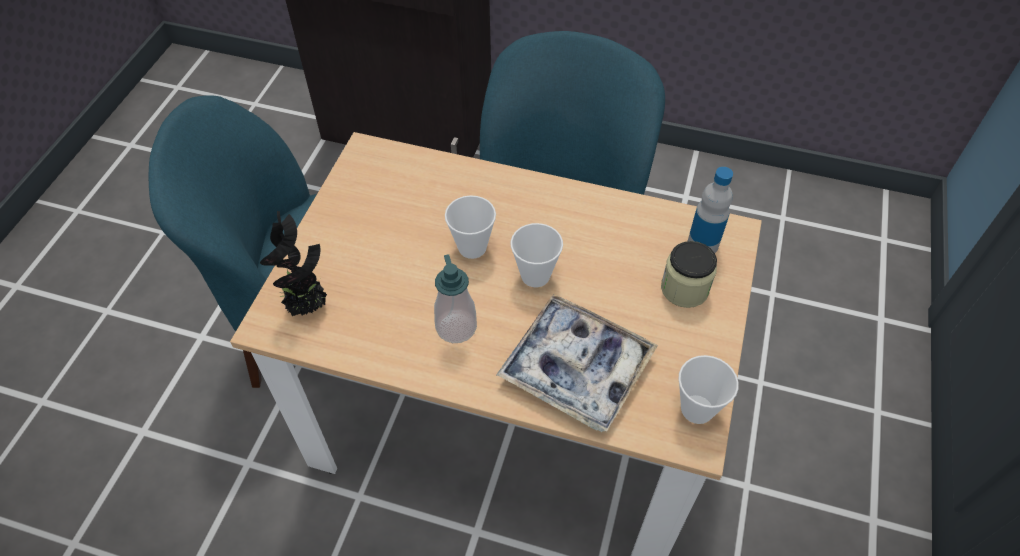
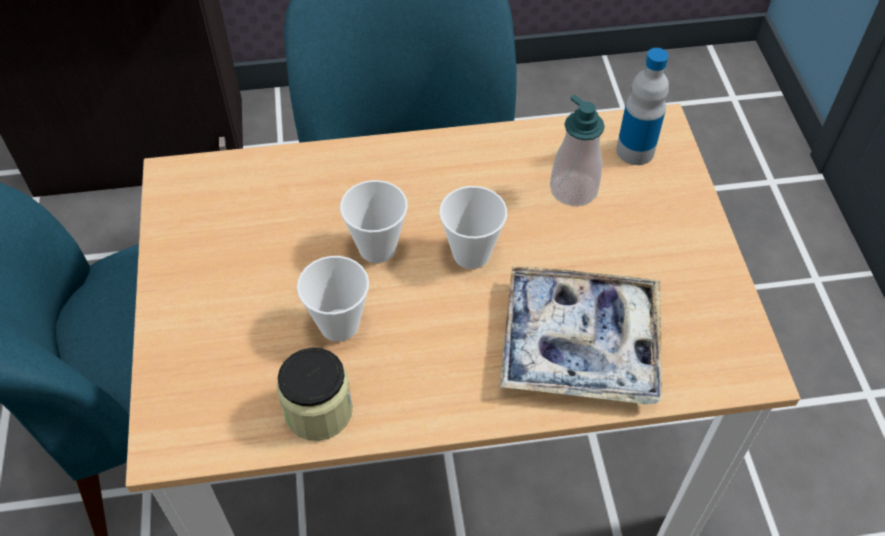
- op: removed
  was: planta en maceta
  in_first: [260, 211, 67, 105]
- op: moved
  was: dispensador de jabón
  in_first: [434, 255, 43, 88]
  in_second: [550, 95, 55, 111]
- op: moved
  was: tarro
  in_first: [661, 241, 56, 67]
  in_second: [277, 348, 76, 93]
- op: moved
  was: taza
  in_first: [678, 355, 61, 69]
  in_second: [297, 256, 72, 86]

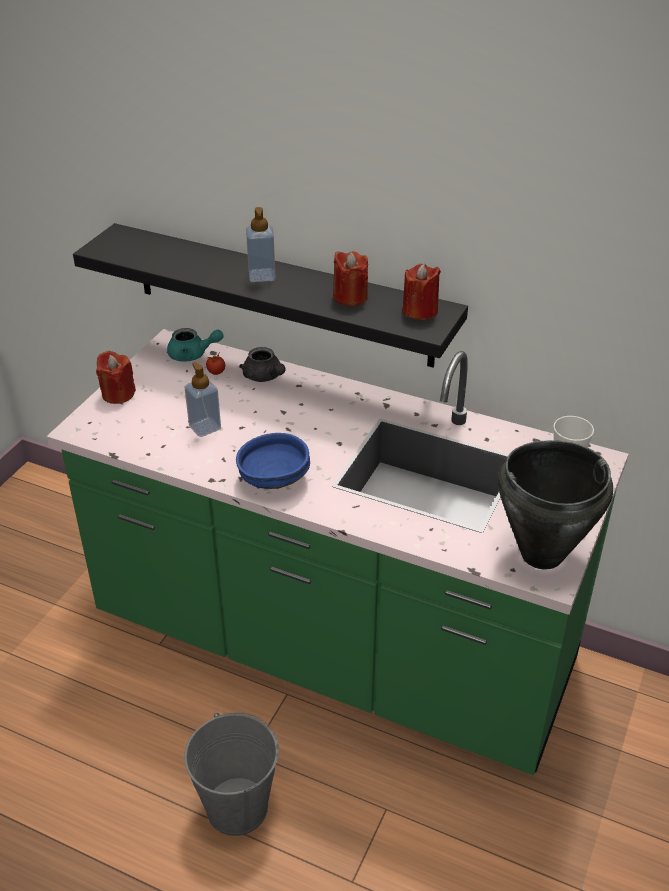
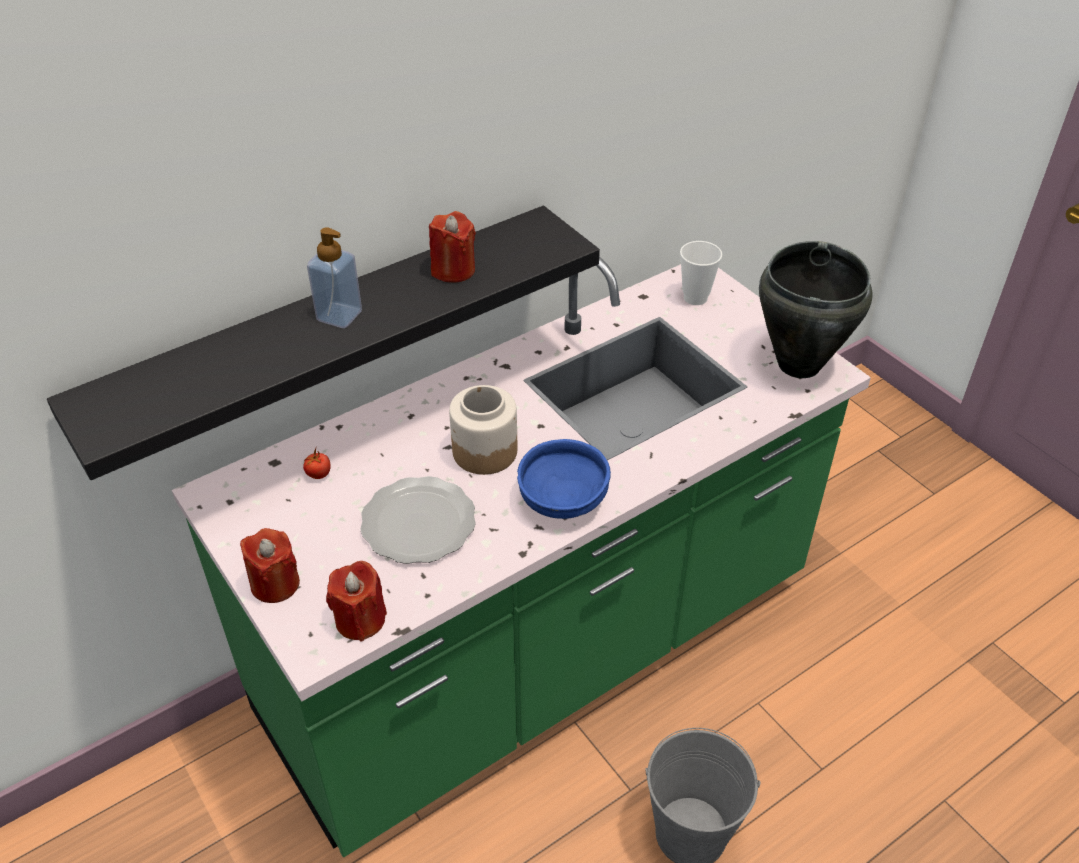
- op: removed
  was: tetera/turquesa
  in_first: [167, 328, 56, 34]
- op: replaced
  was: dispensador de jabón
  now: plato
  in_first: [184, 362, 37, 75]
  in_second: [360, 476, 116, 88]
- op: removed
  was: tetera/gris
  in_first: [239, 347, 46, 35]
- op: moved
  was: vela/rojo
  in_first: [403, 264, 38, 56]
  in_second: [326, 561, 61, 81]
- op: added
  now: tarro
  in_second: [449, 385, 69, 90]

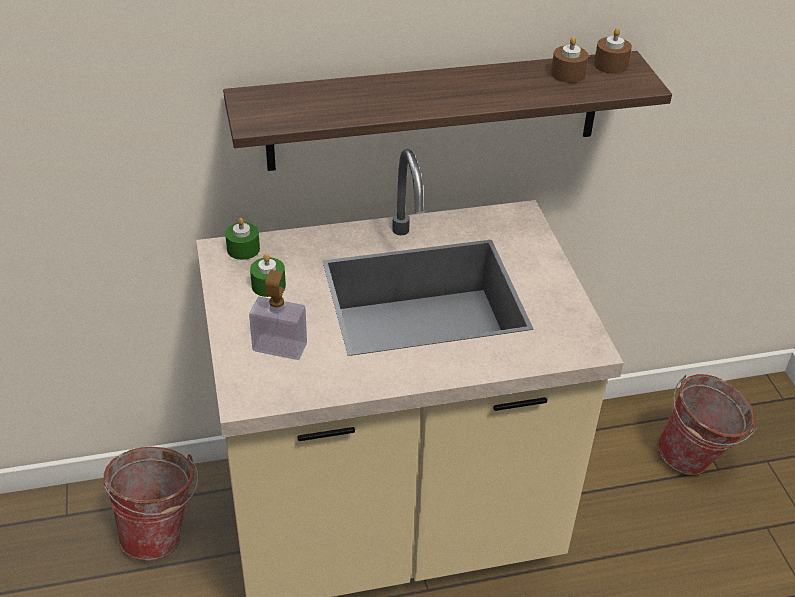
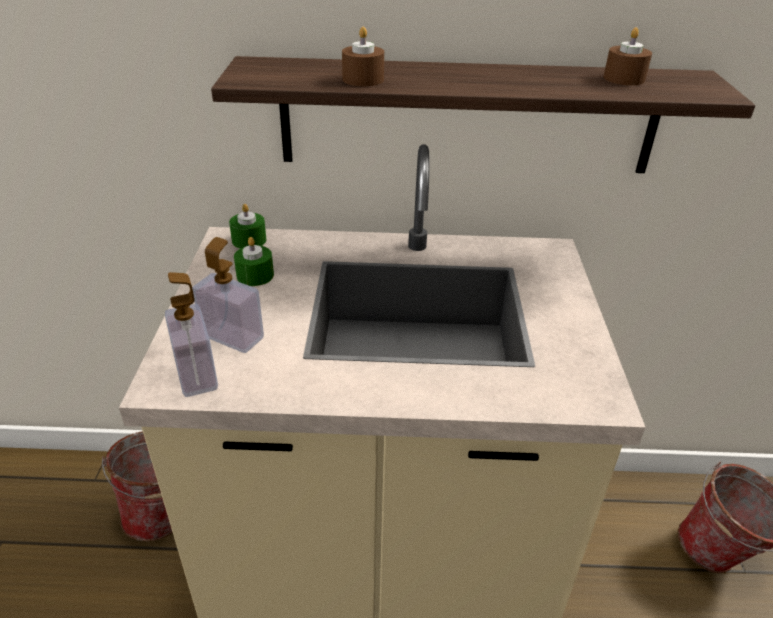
- op: moved
  was: vela/marrón
  in_first: [594, 28, 38, 46]
  in_second: [342, 27, 42, 59]
- op: added
  now: dispensador de jabón
  in_second: [165, 272, 53, 125]

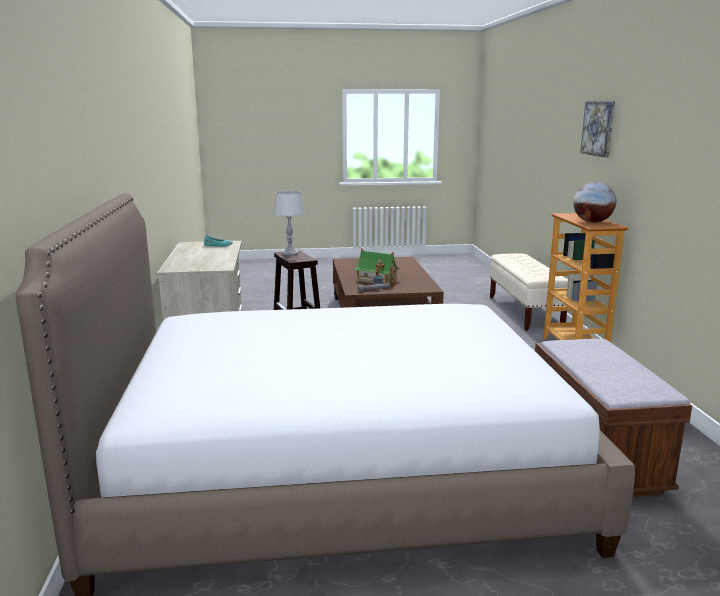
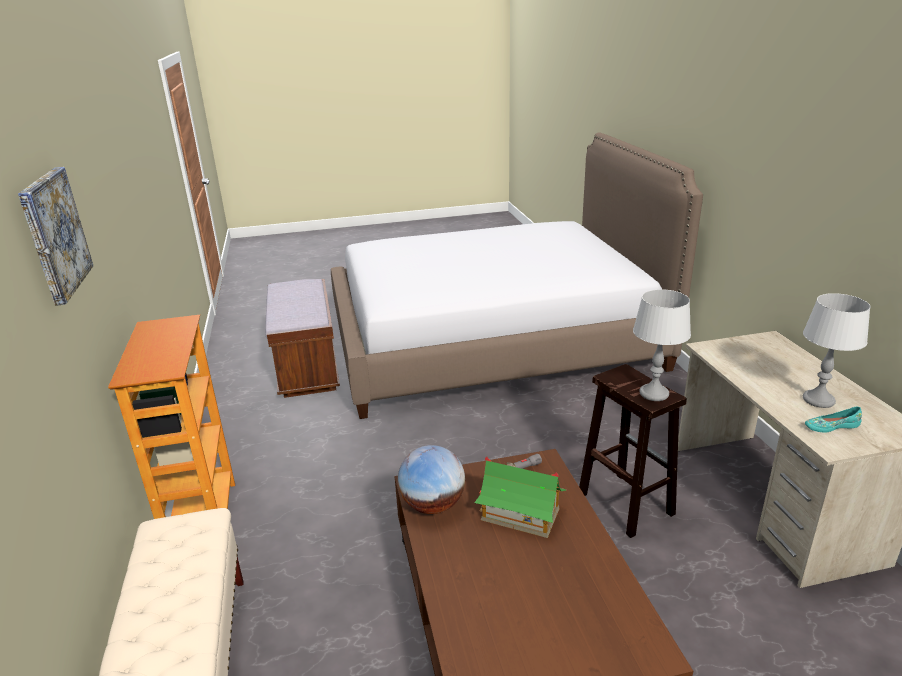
- op: moved
  was: globo terráqueo
  in_first: [574, 182, 42, 41]
  in_second: [398, 445, 67, 69]
- op: added
  now: lámpara de mesa/gris
  in_second: [803, 293, 68, 115]

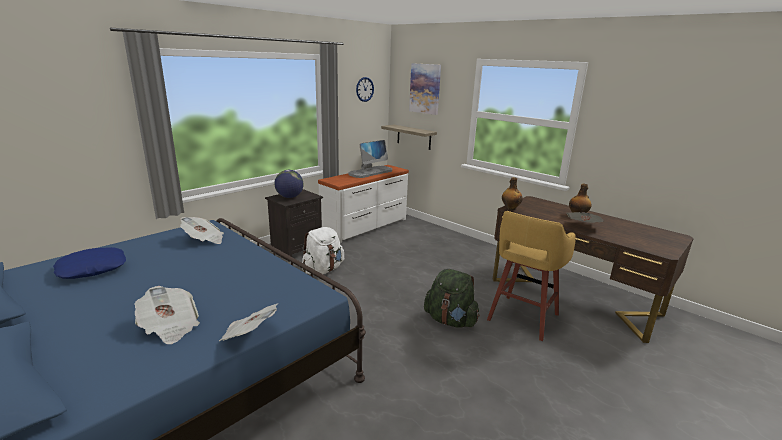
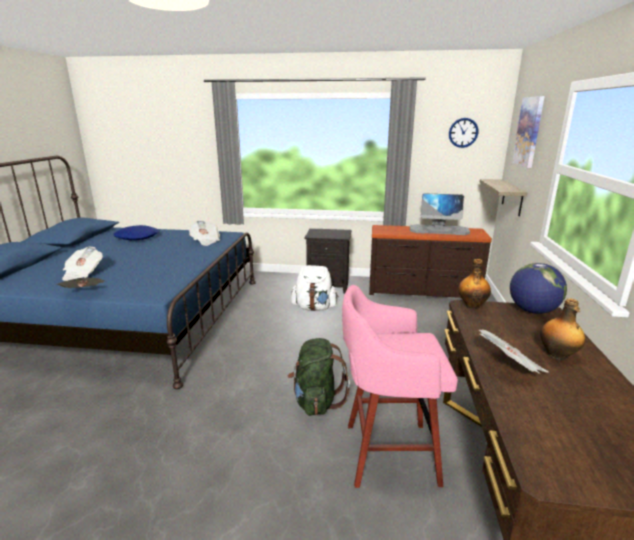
- op: moved
  was: globo terráqueo
  in_first: [274, 170, 30, 28]
  in_second: [510, 263, 57, 51]
- op: recoloured
  was: cómoda/blanco
  now: cómoda/marrón
  in_first: [318, 165, 91, 78]
  in_second: [369, 225, 123, 73]
- op: recoloured
  was: taburete/amarillo
  now: taburete/rosa
  in_first: [487, 211, 89, 130]
  in_second: [342, 285, 116, 203]

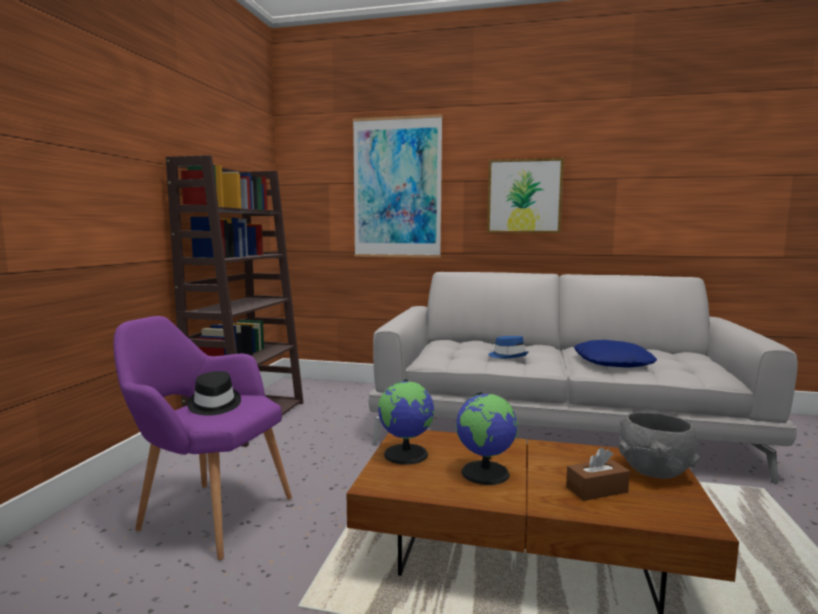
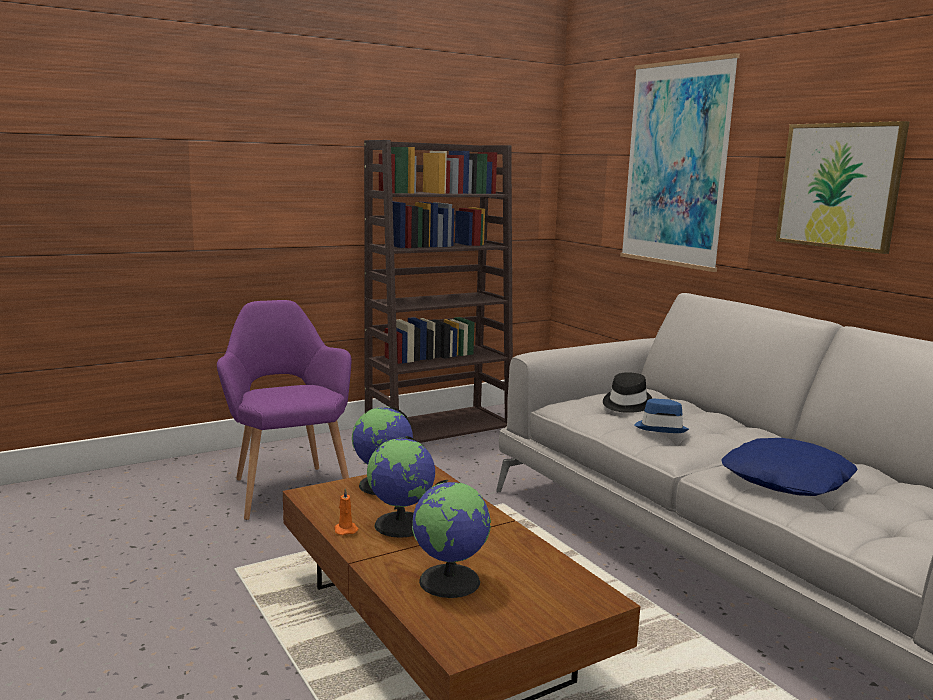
- op: moved
  was: sombrero/negro
  in_first: [187, 371, 54, 45]
  in_second: [603, 372, 49, 41]
- op: replaced
  was: caja de pañuelos/marrón
  now: globo terráqueo
  in_first: [566, 447, 64, 54]
  in_second: [412, 480, 79, 118]
- op: removed
  was: cuenco/gris
  in_first: [619, 412, 81, 67]
- op: added
  now: vela/naranja
  in_second: [334, 488, 24, 47]

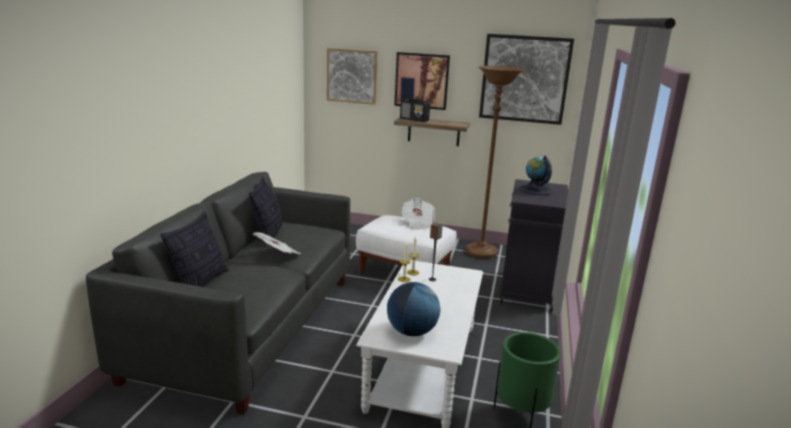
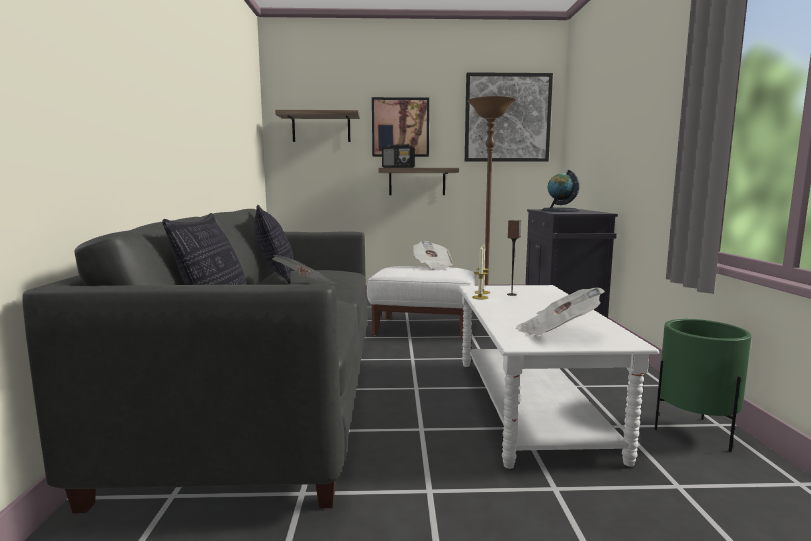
- op: replaced
  was: cuadro
  now: estante
  in_first: [327, 48, 51, 57]
  in_second: [275, 110, 85, 32]
- op: replaced
  was: globo terráqueo
  now: periódico
  in_first: [387, 282, 53, 54]
  in_second: [516, 288, 89, 48]

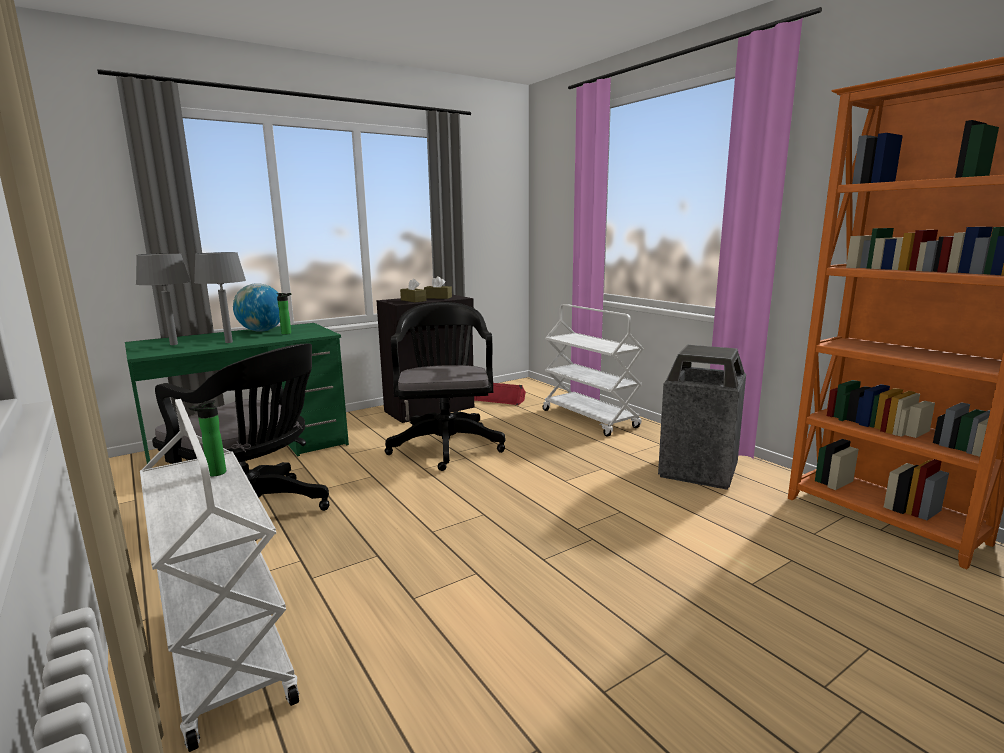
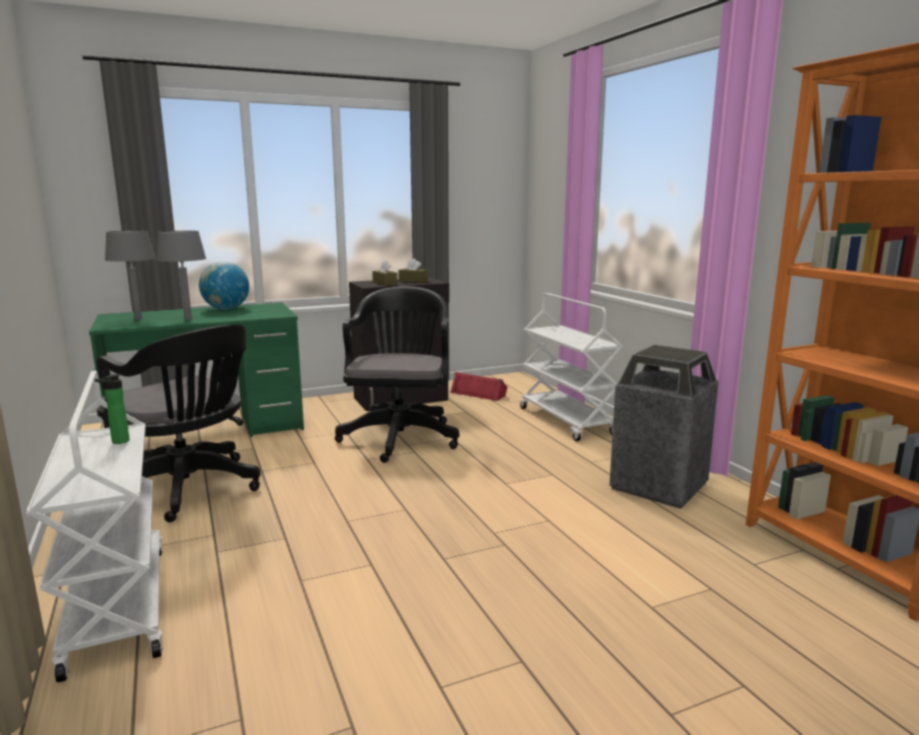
- op: removed
  was: botella
  in_first: [277, 293, 14, 42]

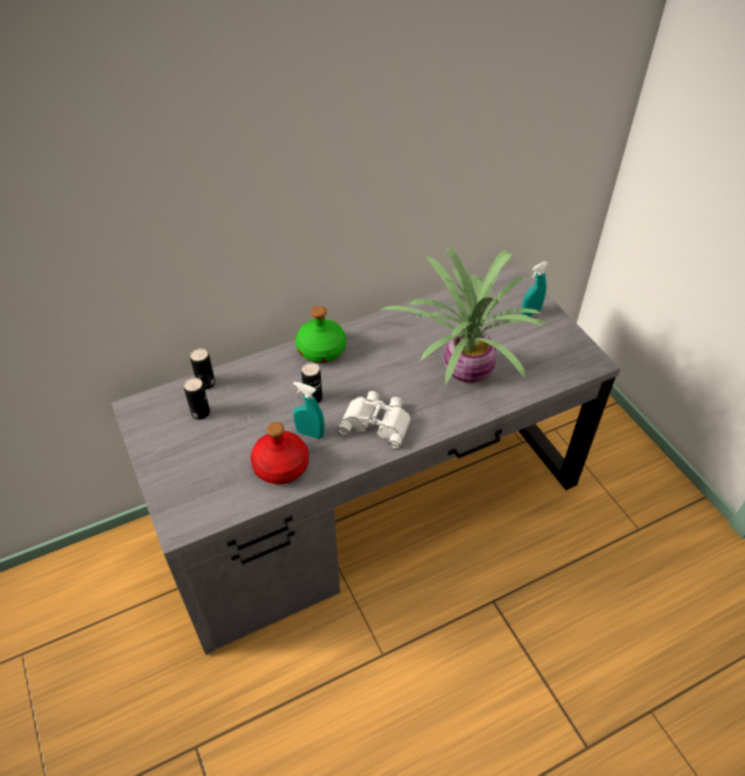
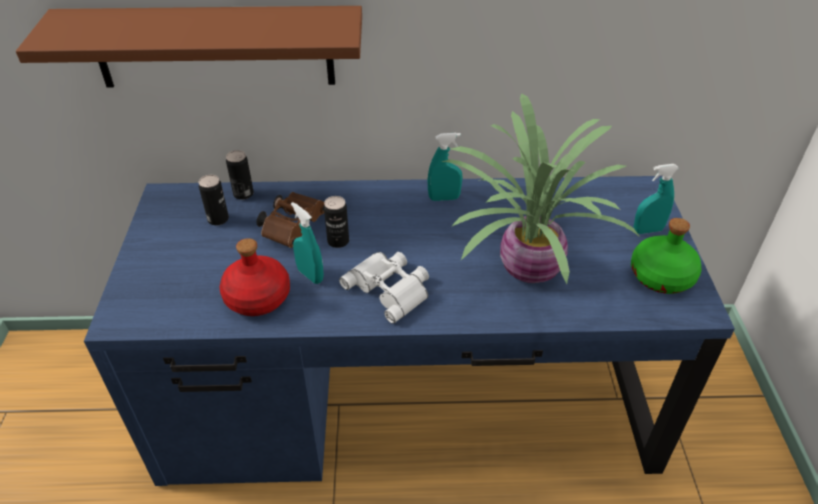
- op: recoloured
  was: escritorio/gris
  now: escritorio/azul
  in_first: [111, 265, 509, 390]
  in_second: [84, 176, 651, 310]
- op: moved
  was: botella/verde
  in_first: [296, 306, 50, 57]
  in_second: [631, 218, 70, 76]
- op: added
  now: estante/marrón
  in_second: [16, 6, 346, 82]
- op: added
  now: prismáticos/marrón
  in_second: [257, 192, 67, 56]
- op: added
  now: pulverizador/turquesa
  in_second: [428, 133, 35, 68]

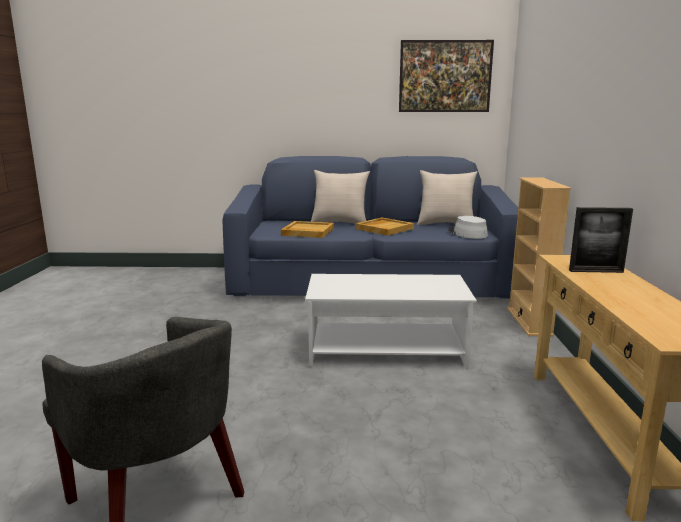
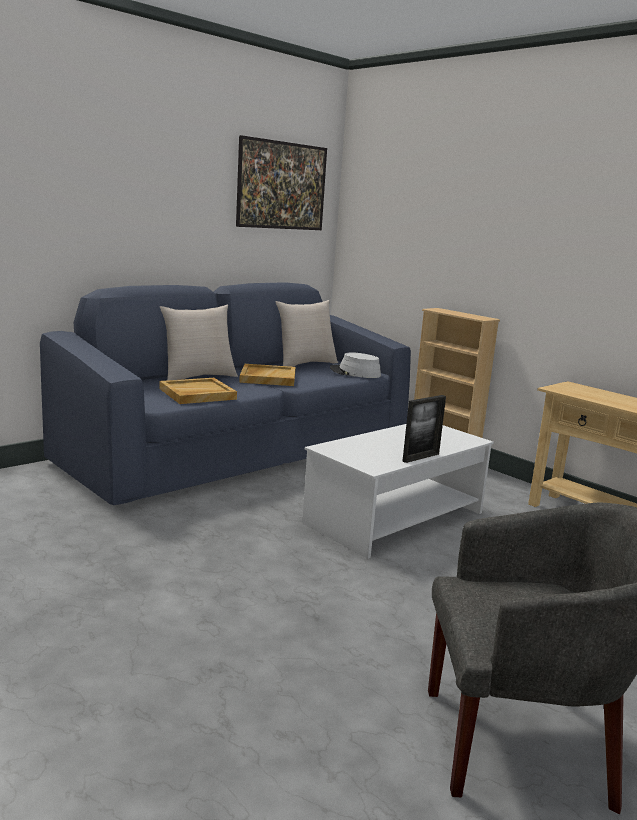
- op: moved
  was: portarretratos
  in_first: [569, 207, 64, 66]
  in_second: [403, 395, 43, 68]

